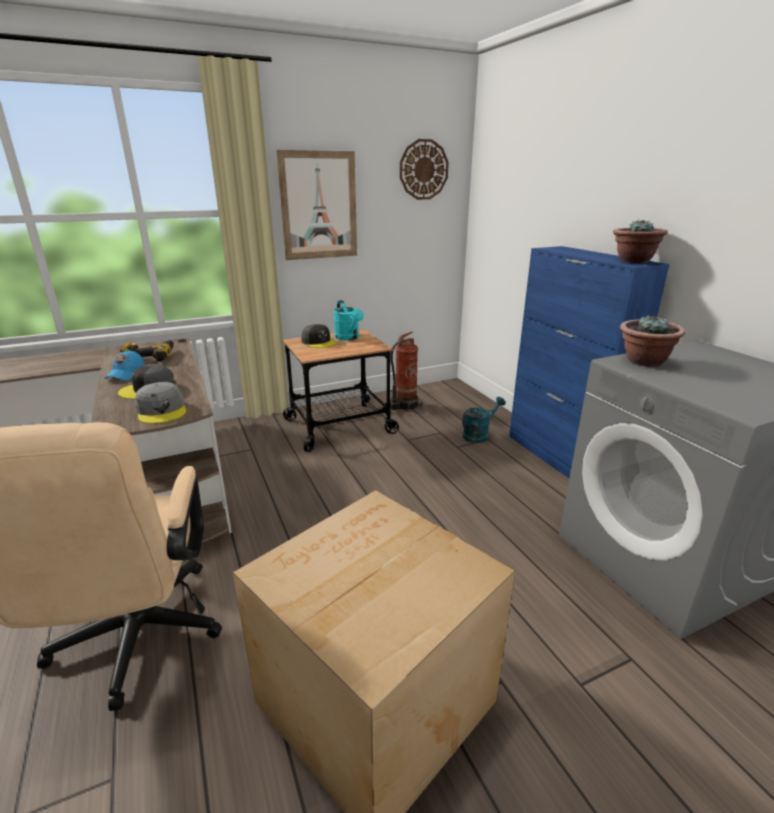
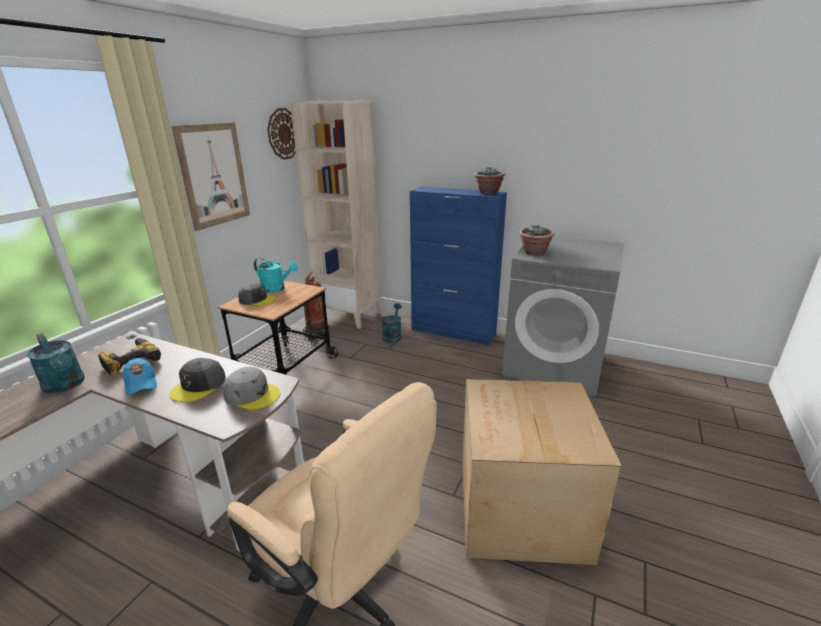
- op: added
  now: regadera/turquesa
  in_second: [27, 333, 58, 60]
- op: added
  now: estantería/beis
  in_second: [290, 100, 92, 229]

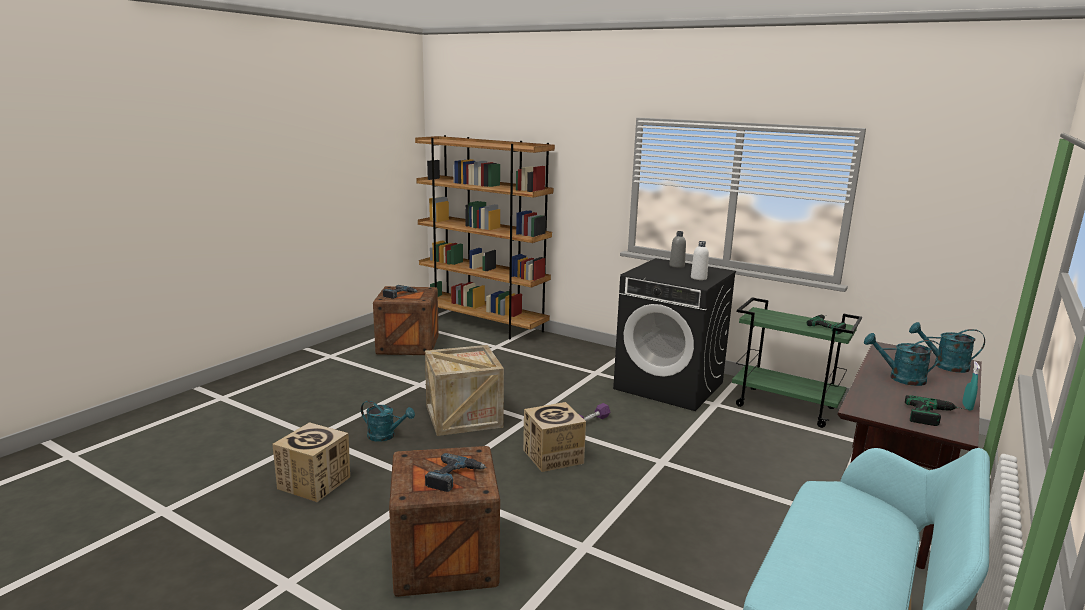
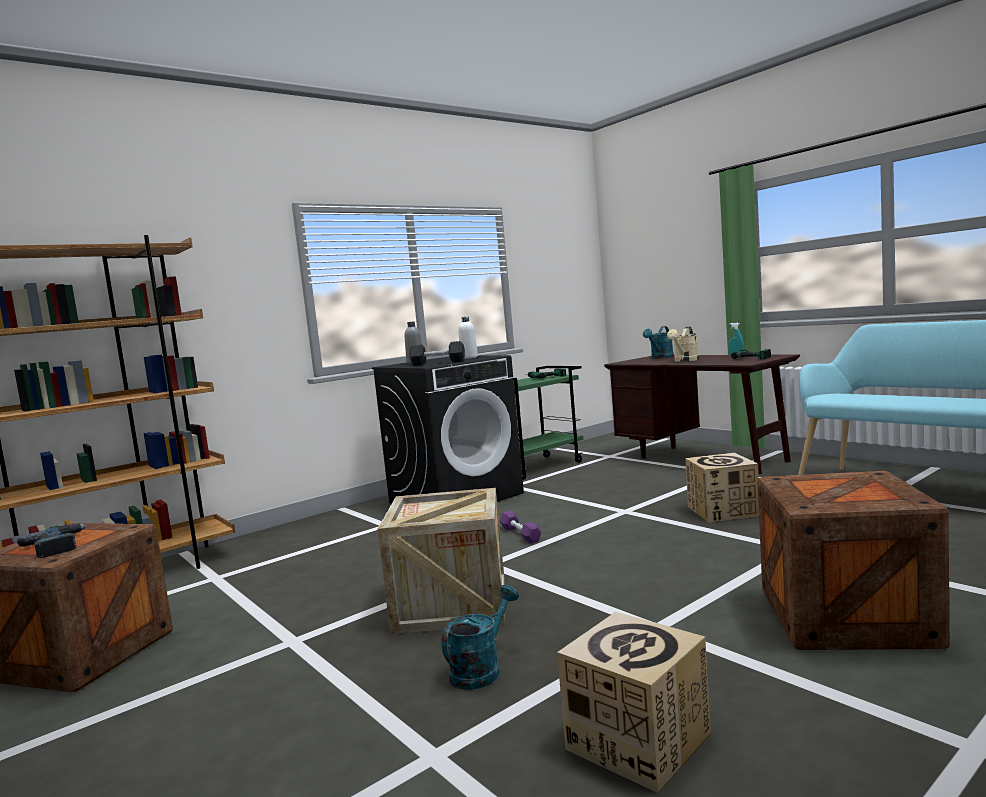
- op: removed
  was: taladro
  in_first: [425, 453, 62, 39]
- op: moved
  was: caja de cartón
  in_first: [523, 402, 63, 70]
  in_second: [685, 453, 74, 70]
- op: recoloured
  was: regadera/turquesa
  now: regadera/beis
  in_first: [864, 333, 78, 53]
  in_second: [667, 327, 32, 35]
- op: added
  now: mancuerna/negro
  in_second: [410, 341, 55, 25]

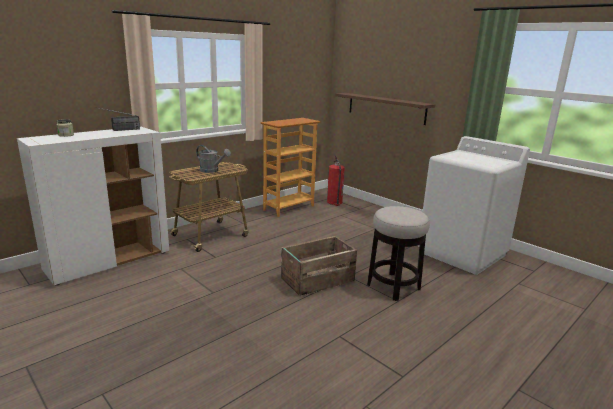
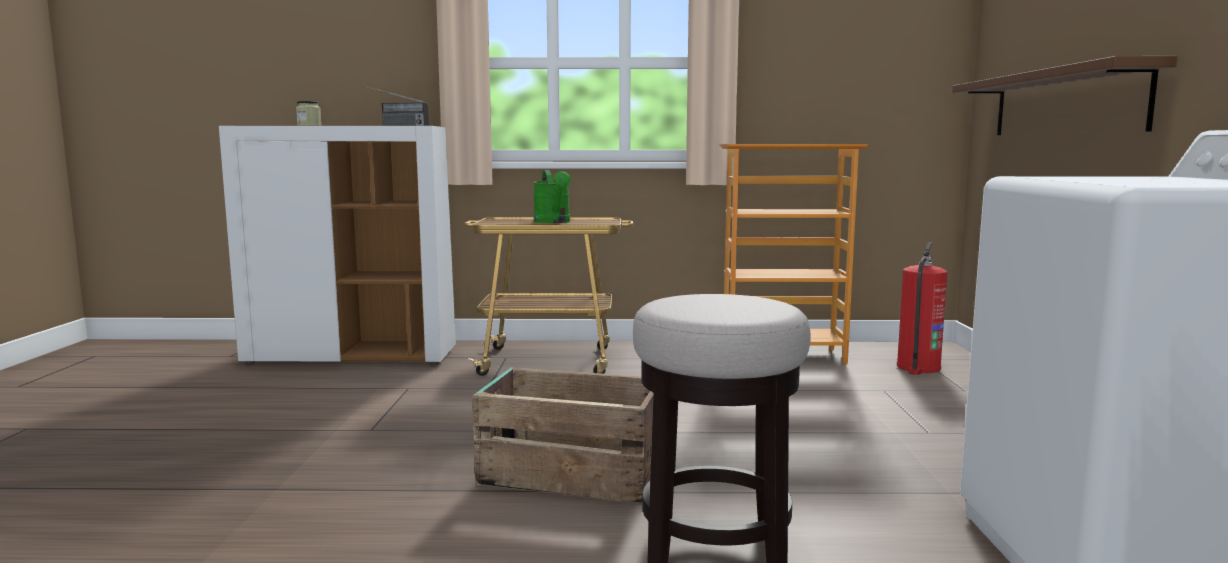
- op: recoloured
  was: regadera/gris
  now: regadera/verde
  in_first: [196, 145, 35, 28]
  in_second: [533, 170, 38, 53]

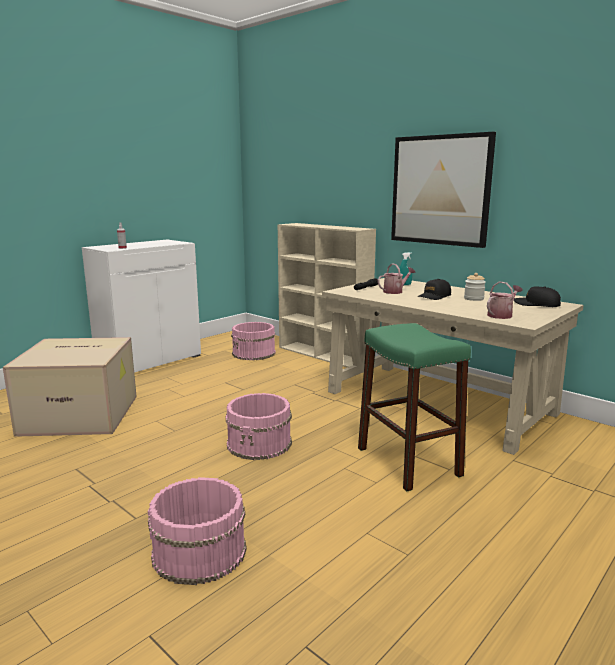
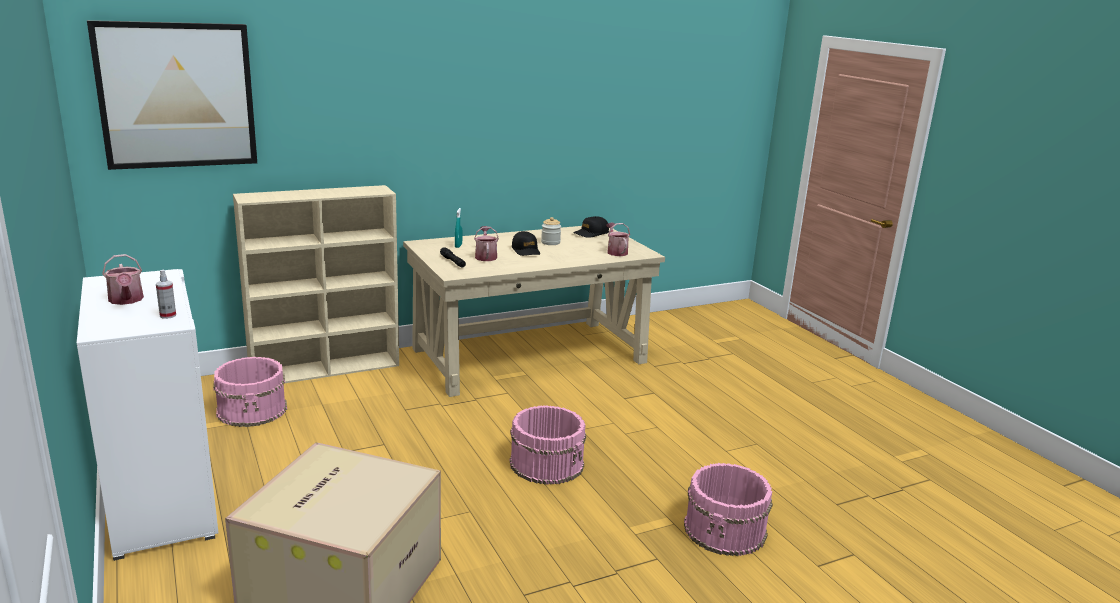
- op: removed
  was: taburete/verde
  in_first: [358, 323, 113, 168]
- op: moved
  was: cuadro
  in_first: [391, 132, 105, 116]
  in_second: [87, 20, 170, 150]
- op: added
  now: regadera
  in_second: [102, 254, 42, 51]

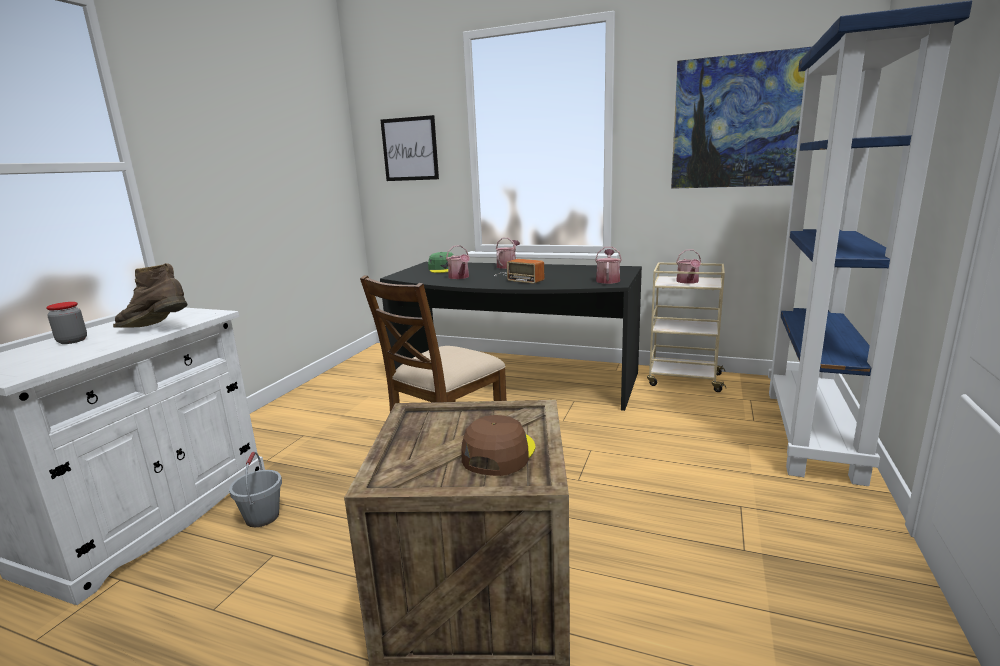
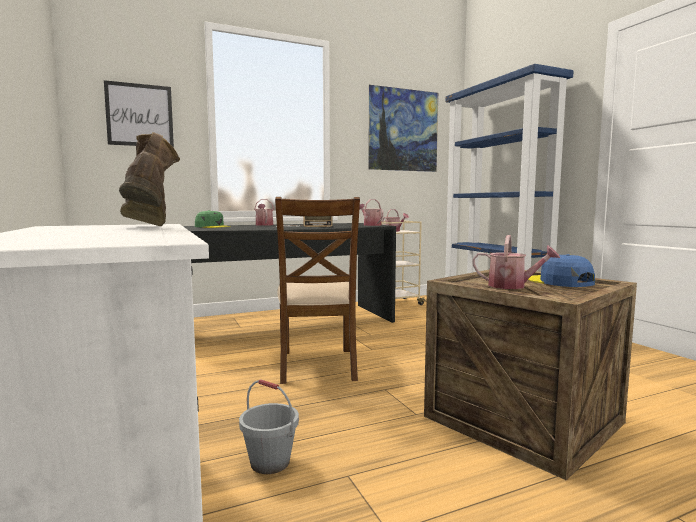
- op: removed
  was: tarro
  in_first: [46, 302, 41, 42]
- op: turned
  was: bota/marrón
  in_first: [113, 263, 74, 64]
  in_second: [119, 132, 61, 94]
  clockwise: 105
- op: moved
  was: regadera
  in_first: [446, 245, 24, 34]
  in_second: [472, 235, 88, 54]
- op: recoloured
  was: gorra/marrón
  now: gorra/azul
  in_first: [461, 415, 75, 61]
  in_second: [528, 254, 67, 33]

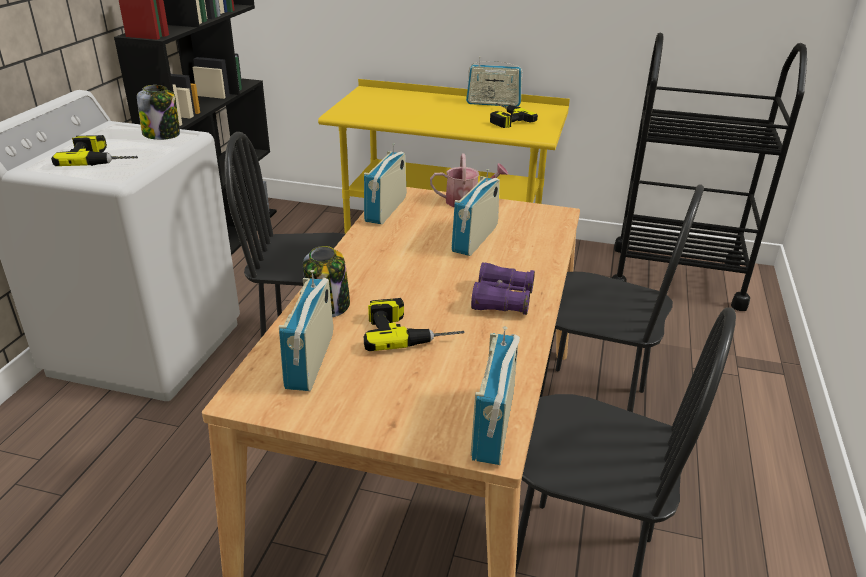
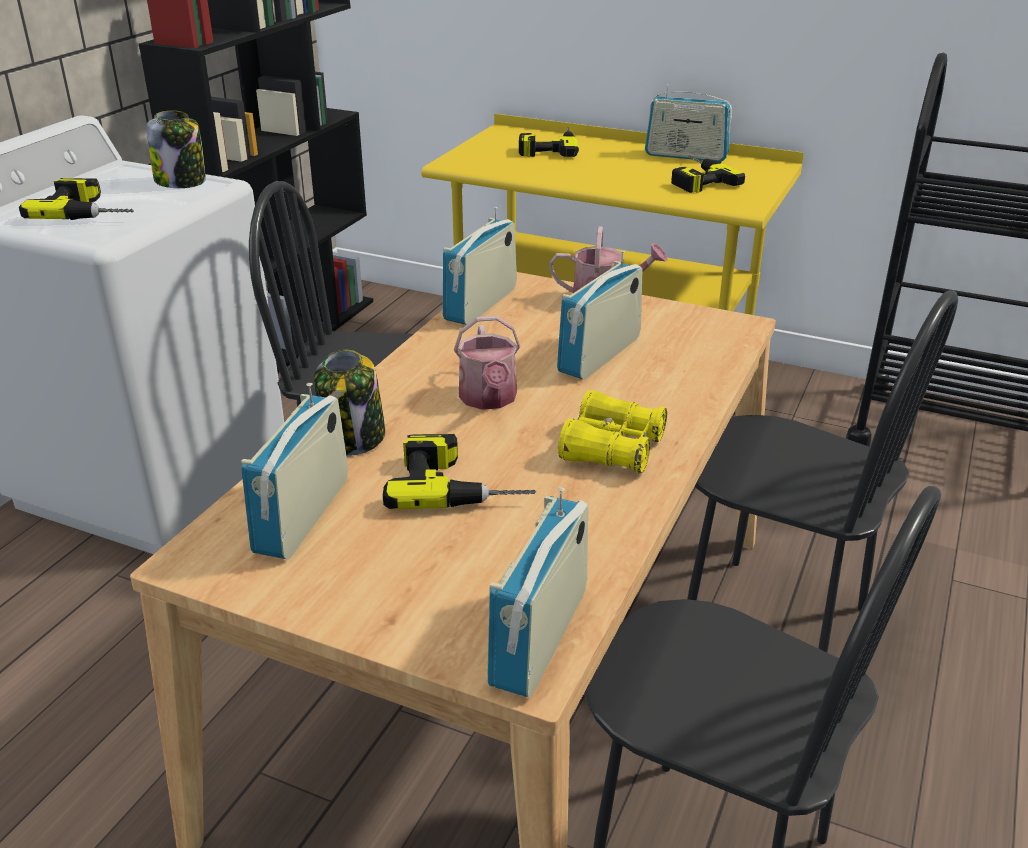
- op: recoloured
  was: prismáticos/morado
  now: prismáticos/amarillo
  in_first: [471, 262, 64, 53]
  in_second: [558, 390, 109, 84]
- op: added
  now: regadera
  in_second: [454, 316, 66, 94]
- op: added
  now: taladro
  in_second: [519, 128, 60, 29]

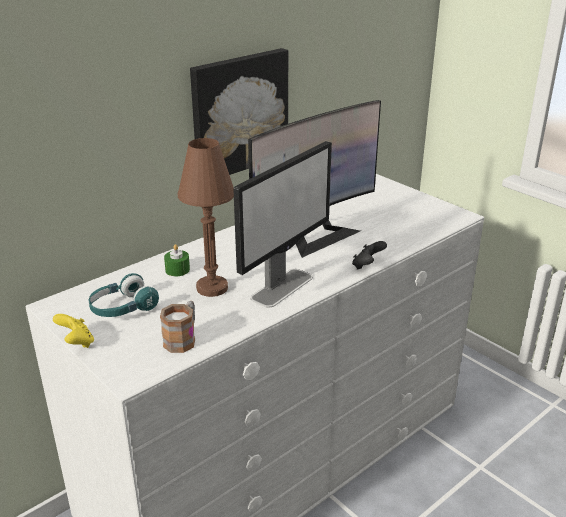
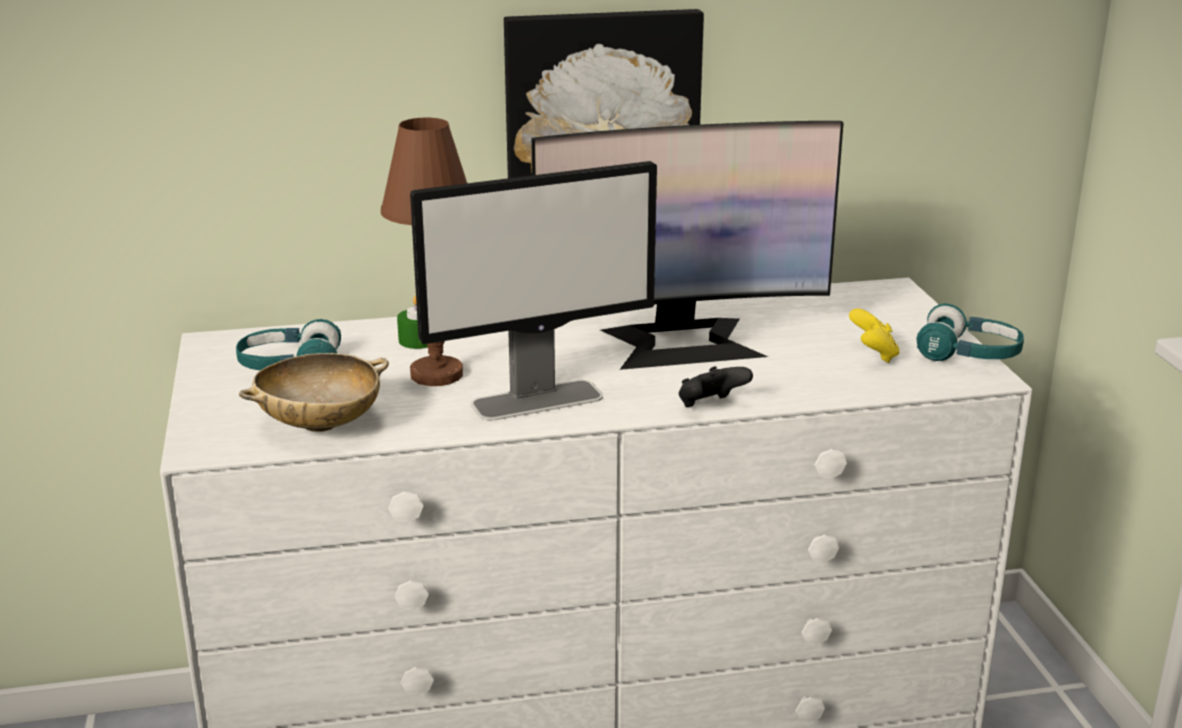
- op: moved
  was: mando de consola/amarillo
  in_first: [53, 314, 41, 34]
  in_second: [849, 309, 51, 54]
- op: replaced
  was: taza grande
  now: cuenco/beis
  in_first: [160, 301, 35, 52]
  in_second: [239, 353, 150, 79]
- op: added
  now: auriculares/turquesa
  in_second: [916, 303, 108, 58]

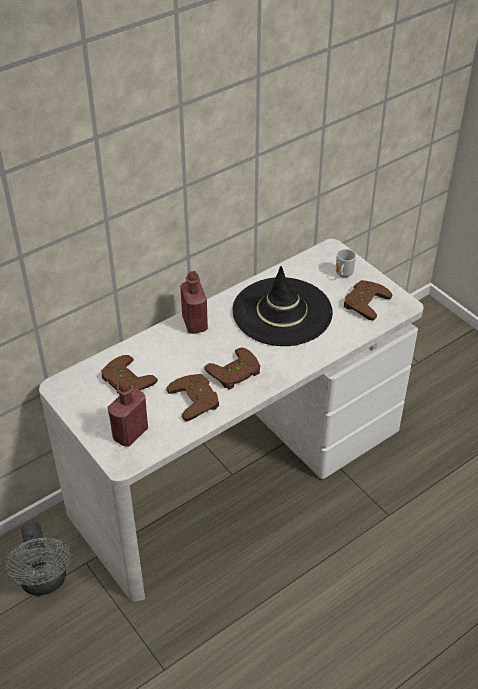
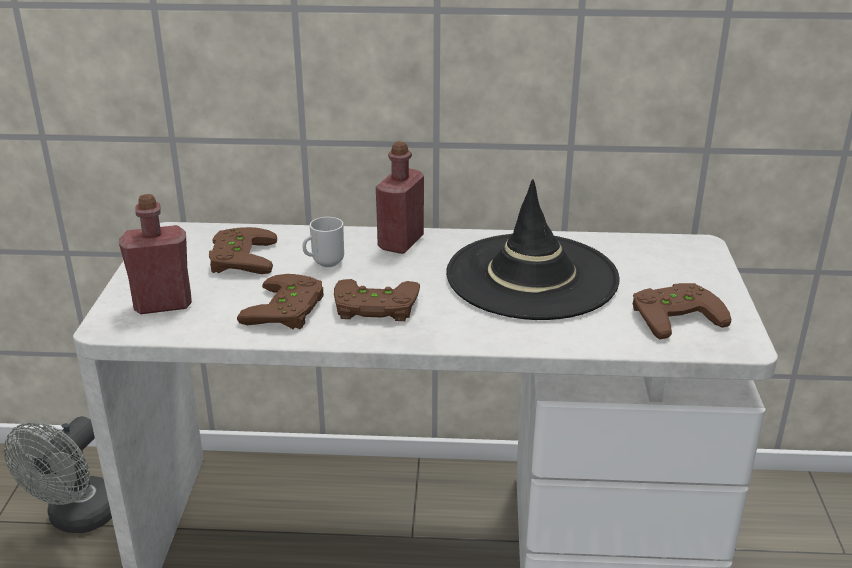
- op: moved
  was: taza grande
  in_first: [336, 249, 20, 29]
  in_second: [302, 217, 42, 50]

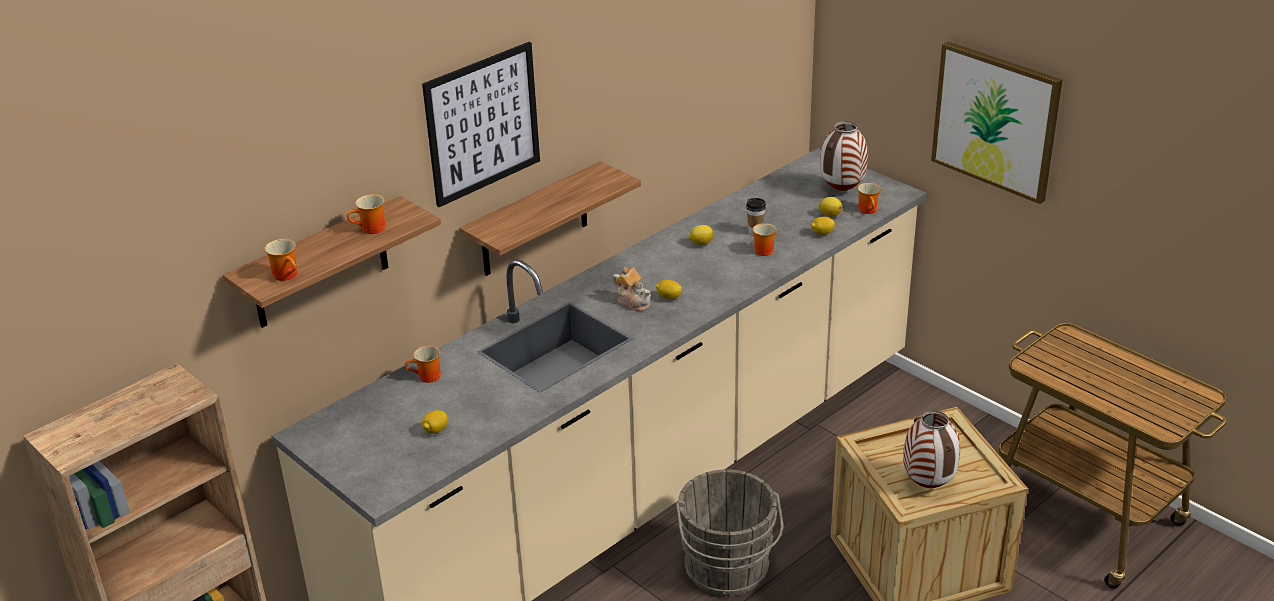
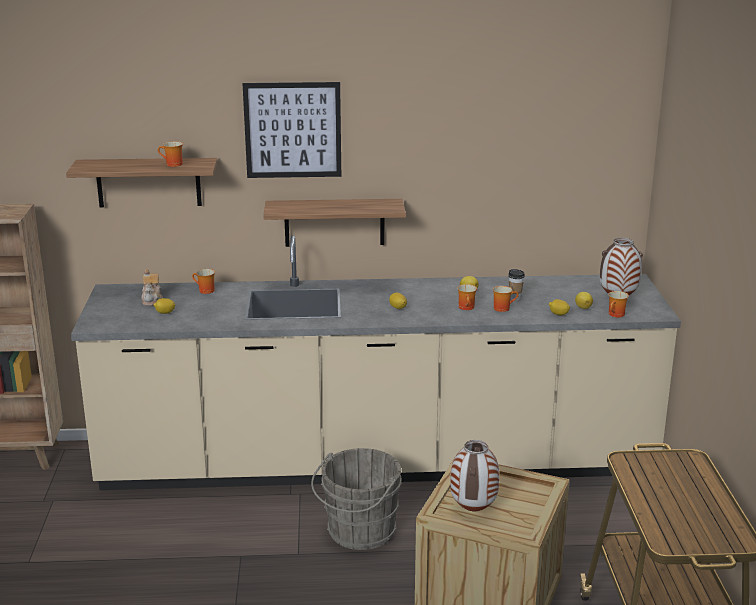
- op: moved
  was: taza grande
  in_first: [265, 239, 32, 42]
  in_second: [458, 284, 19, 26]
- op: moved
  was: tetera
  in_first: [613, 267, 38, 44]
  in_second: [141, 269, 22, 37]
- op: removed
  was: cuadro
  in_first: [931, 41, 131, 163]

